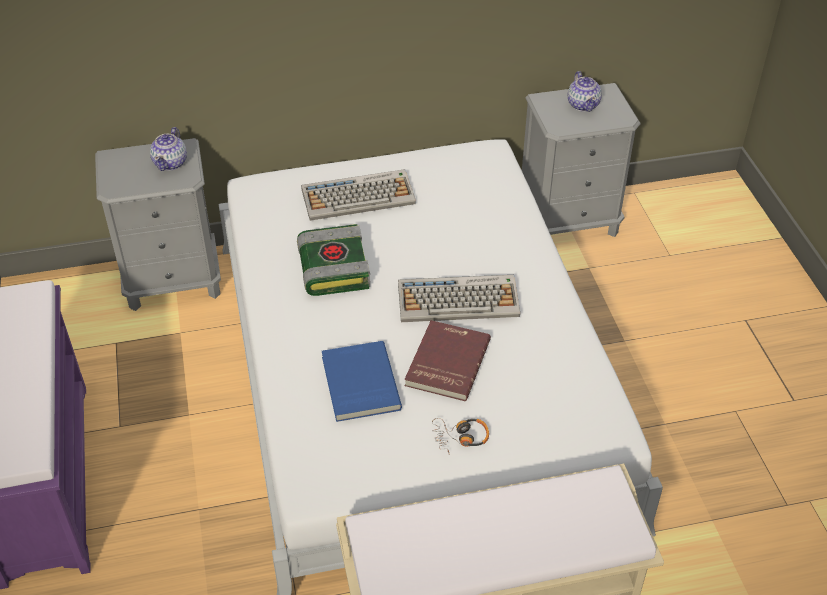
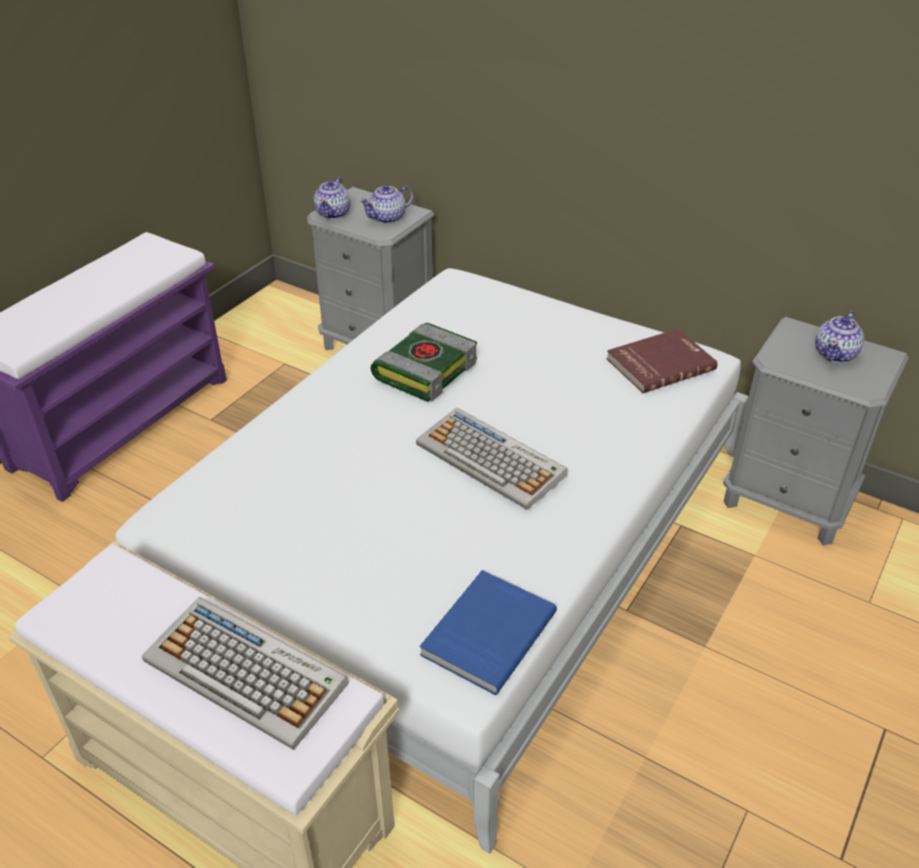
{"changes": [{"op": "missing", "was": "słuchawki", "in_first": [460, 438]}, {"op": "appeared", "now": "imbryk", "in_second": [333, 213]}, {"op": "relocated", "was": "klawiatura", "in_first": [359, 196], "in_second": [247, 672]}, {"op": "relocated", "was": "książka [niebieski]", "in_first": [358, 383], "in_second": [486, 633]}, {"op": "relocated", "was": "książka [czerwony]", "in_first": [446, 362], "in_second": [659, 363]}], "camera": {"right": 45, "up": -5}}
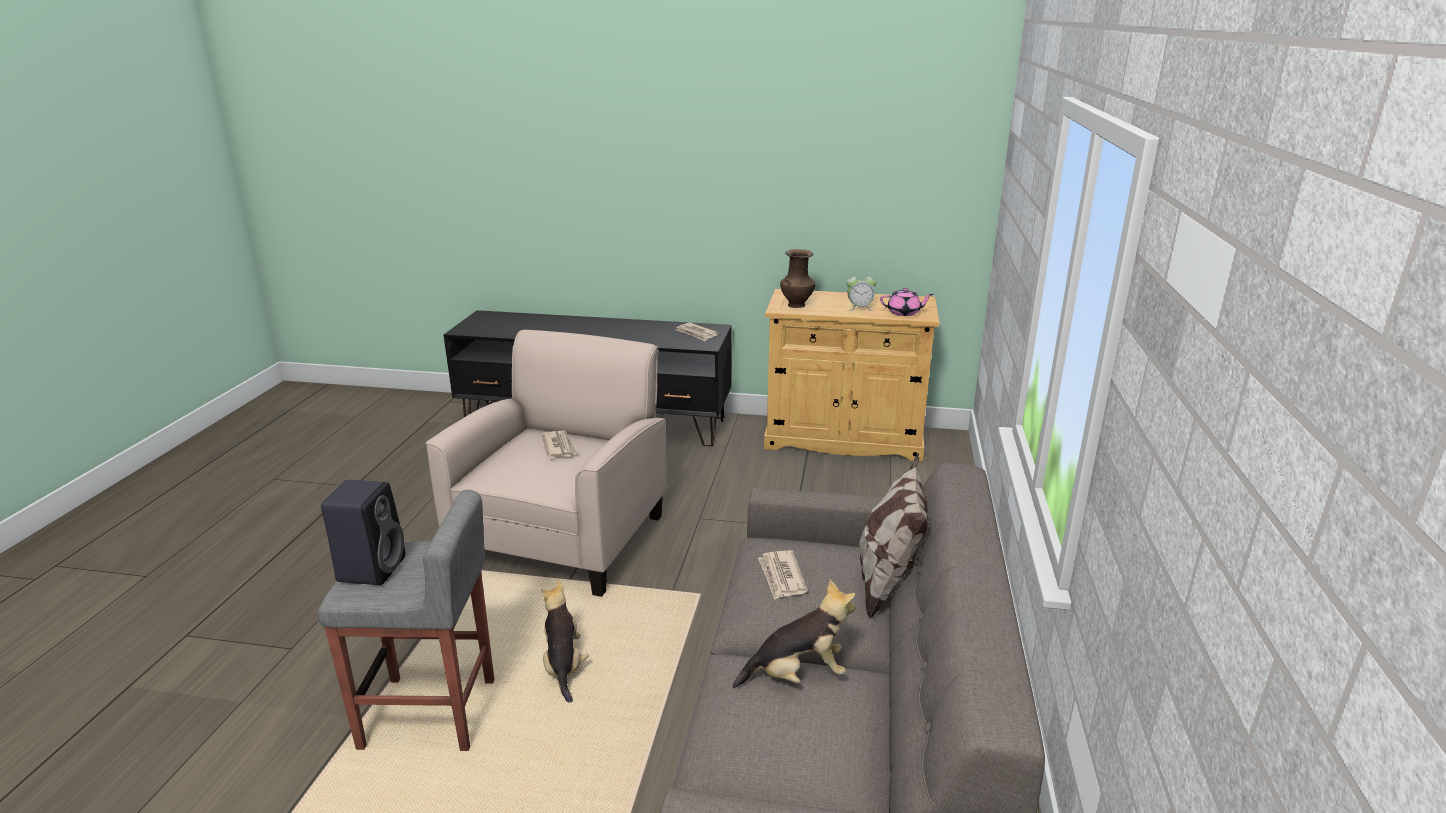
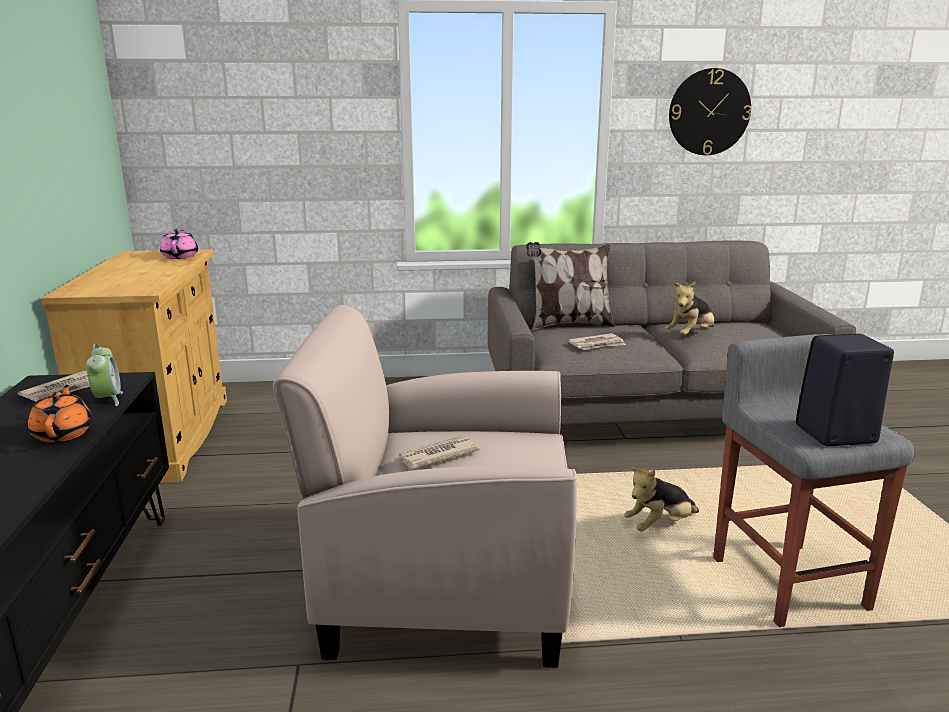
{"changes": [{"op": "missing", "was": "wazon [brązowy]", "in_first": [797, 305]}, {"op": "appeared", "now": "imbryk [pomarańczowy]", "in_second": [63, 433]}, {"op": "appeared", "now": "zegar ścienny", "in_second": [709, 112]}, {"op": "relocated", "was": "budzik", "in_first": [859, 308], "in_second": [108, 399]}, {"op": "spun", "was": "pluszak", "in_first": [798, 675], "in_second": [690, 335], "clockwise": -105}], "camera": {"right": -105, "up": -5}}
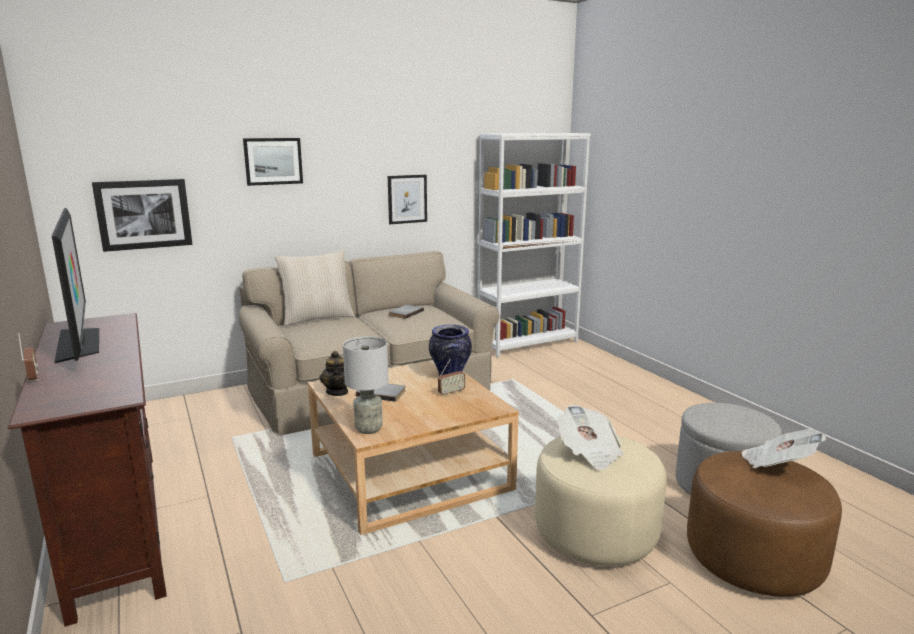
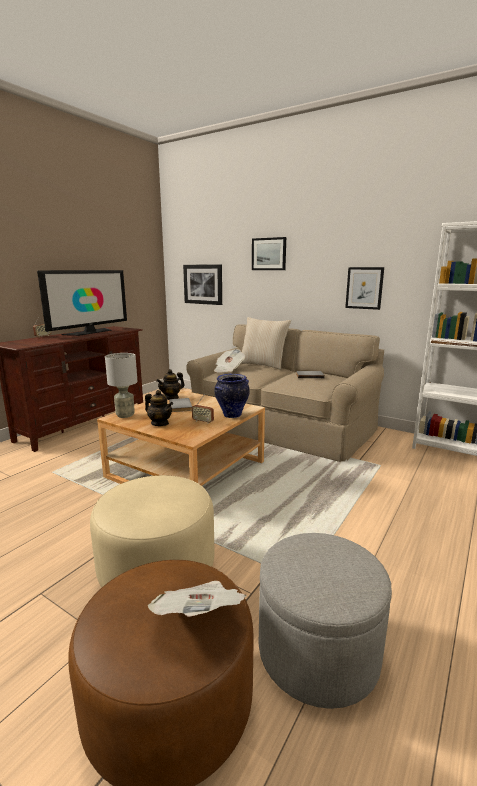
{"changes": [{"op": "appeared", "now": "imbryk", "in_second": [160, 423]}, {"op": "relocated", "was": "gazeta", "in_first": [589, 453], "in_second": [228, 369]}], "camera": {"right": 60, "up": 0}}
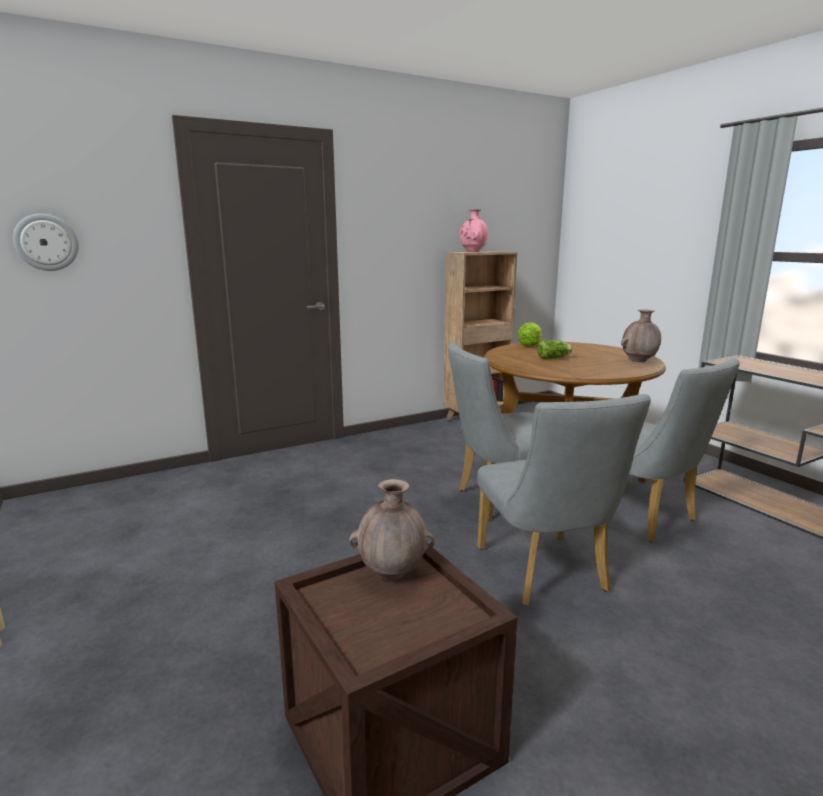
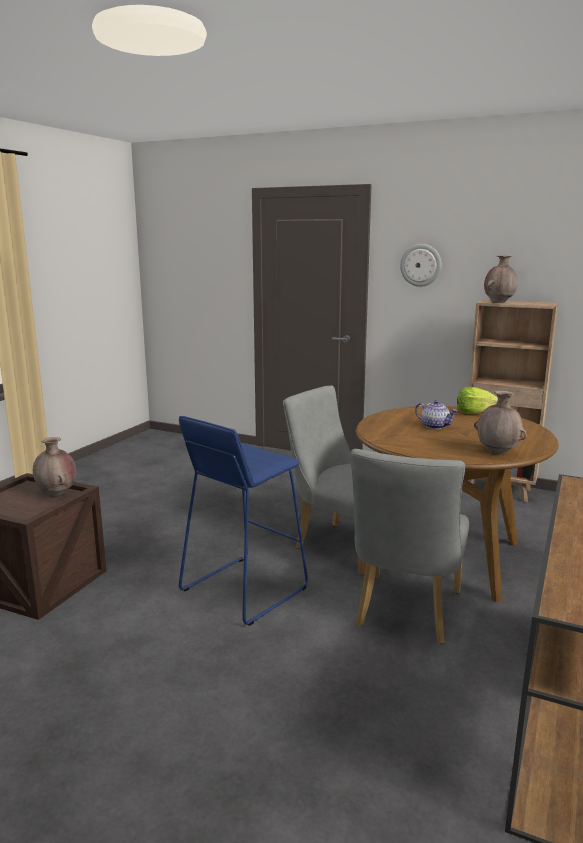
{"changes": [{"op": "relocated", "was": "zegar ścienny", "in_first": [46, 242], "in_second": [420, 265]}, {"op": "exchanged", "was": "krzesło [szary]", "now": "stołek [niebieski]", "in_first": [546, 574], "in_second": [243, 589]}, {"op": "exchanged", "was": "sałata", "now": "imbryk", "in_first": [554, 358], "in_second": [434, 426]}, {"op": "colour", "was": "wazon [różowy]", "now": "wazon [brązowy]", "in_first": [473, 252], "in_second": [499, 302]}], "camera": {"right": 55, "up": 0}}
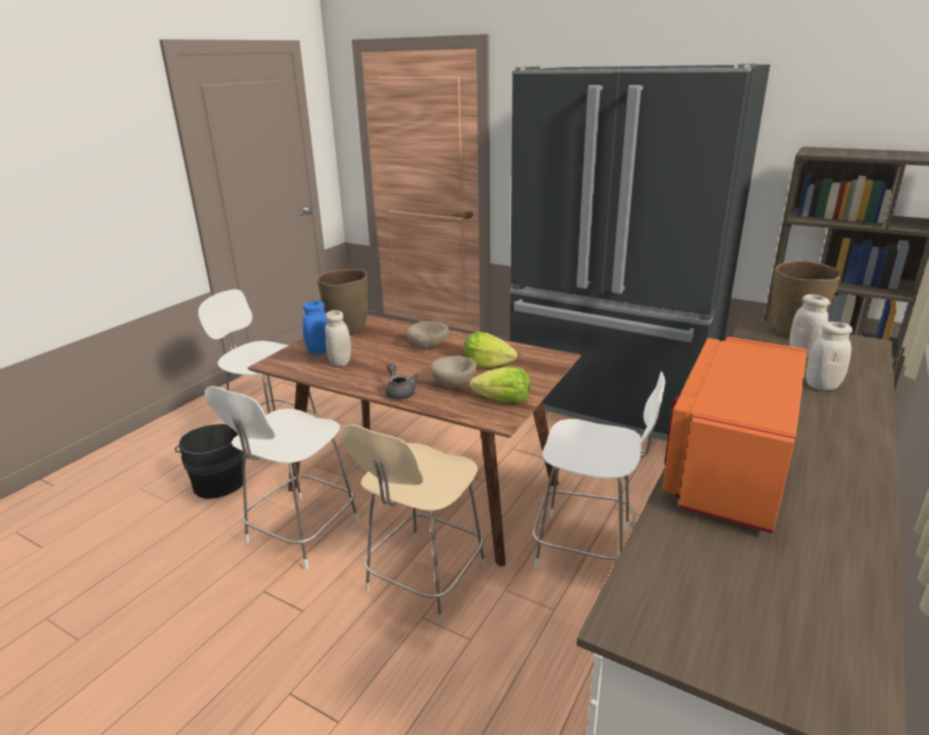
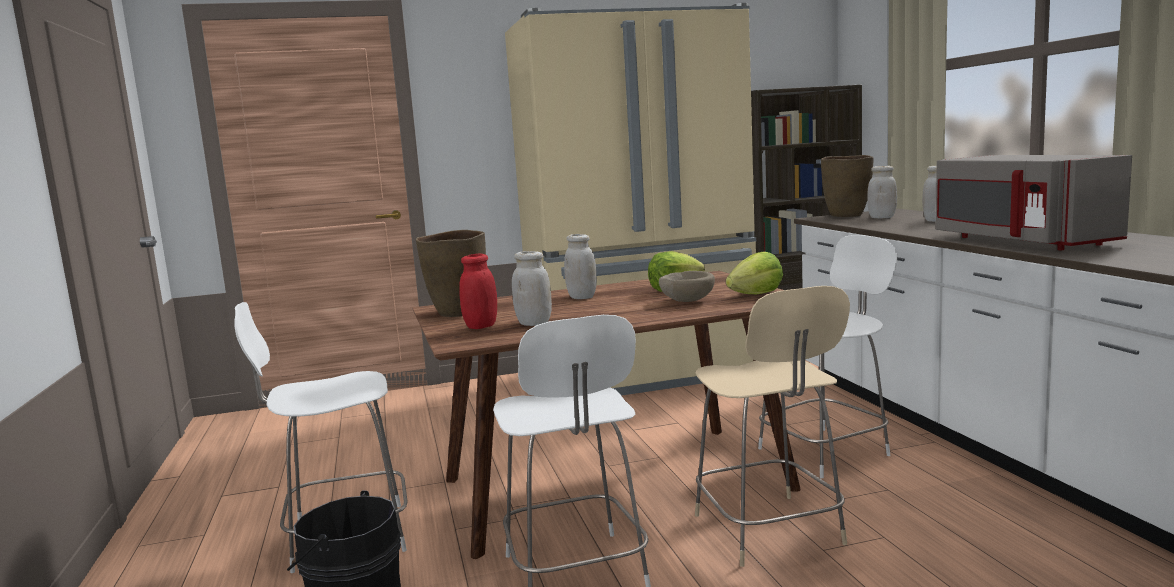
{"changes": [{"op": "missing", "was": "imbryk [szary]", "in_first": [399, 392]}, {"op": "exchanged", "was": "miska [beżowy]", "now": "słoik [biały]", "in_first": [428, 345], "in_second": [582, 297]}, {"op": "colour", "was": "słoik [niebieski]", "now": "słoik [czerwony]", "in_first": [319, 351], "in_second": [481, 326]}, {"op": "colour", "was": "lodówka [czarny]", "now": "lodówka [beżowy]", "in_first": [611, 403], "in_second": [644, 376]}, {"op": "colour", "was": "mikrofalówka [pomarańczowy]", "now": "mikrofalówka [szary]", "in_first": [727, 466], "in_second": [1018, 241]}], "camera": {"right": -45, "up": -15}}
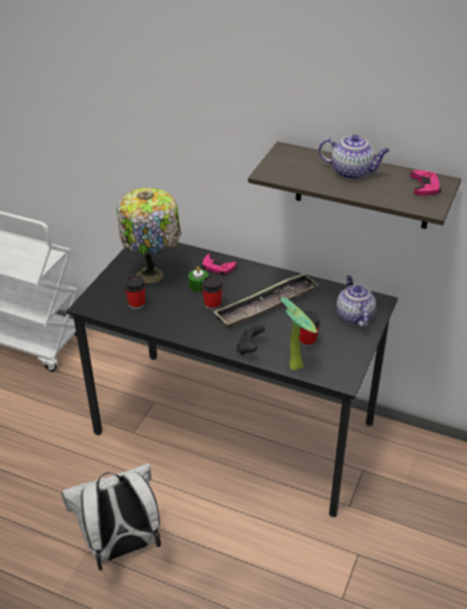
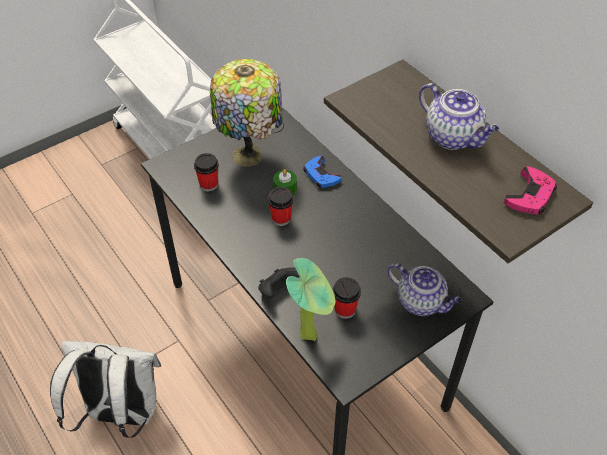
{"changes": [{"op": "missing", "was": "taca", "in_first": [266, 305]}, {"op": "colour", "was": "pad do gier [różowy]", "now": "pad do gier [niebieski]", "in_first": [218, 267], "in_second": [321, 175]}, {"op": "spun", "was": "imbryk", "in_first": [353, 316], "in_second": [421, 302], "clockwise": 105}], "camera": {"right": 30, "up": 10}}
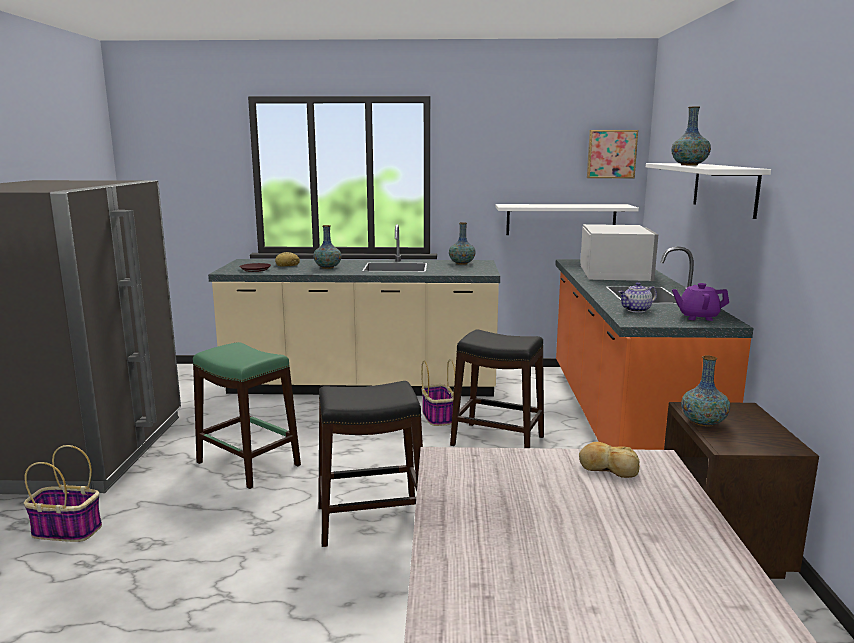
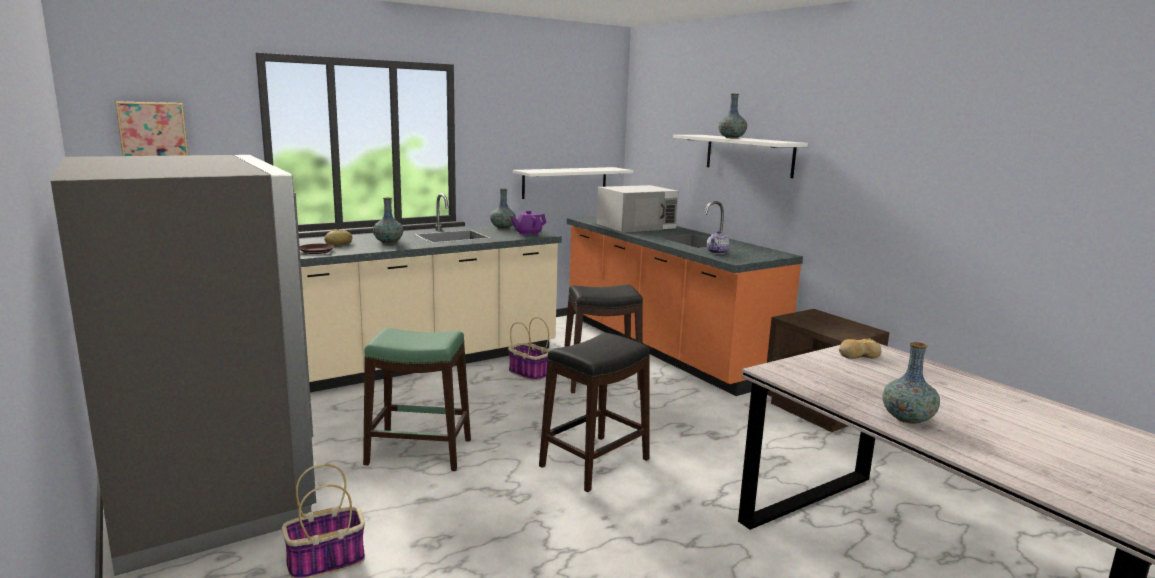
{"changes": [{"op": "relocated", "was": "obraz", "in_first": [611, 154], "in_second": [153, 131]}, {"op": "relocated", "was": "imbryk [fioletowy]", "in_first": [697, 317], "in_second": [528, 234]}, {"op": "relocated", "was": "wazon", "in_first": [703, 422], "in_second": [907, 419]}, {"op": "spun", "was": "mikrofalówka [biały]", "in_first": [614, 272], "in_second": [636, 226], "clockwise": 90}], "camera": {"right": -35, "up": 0}}
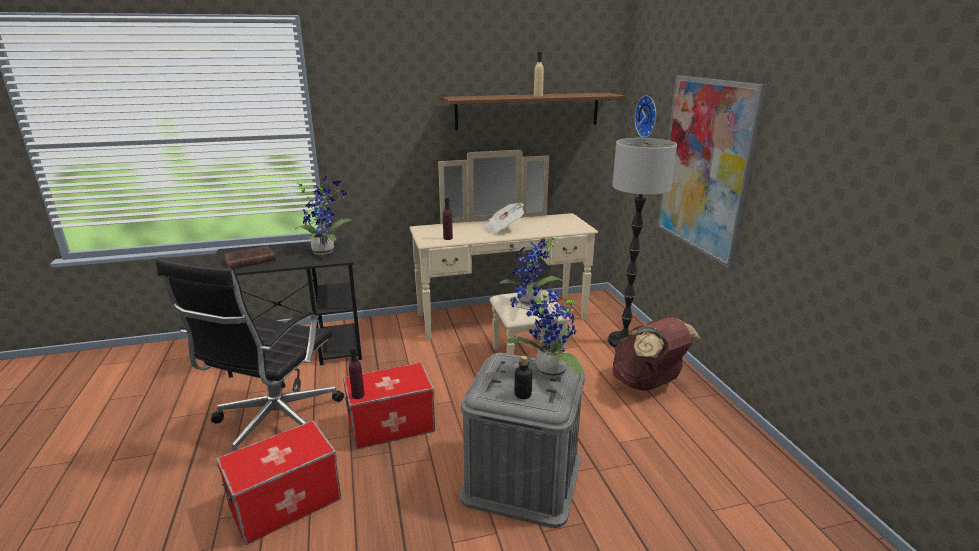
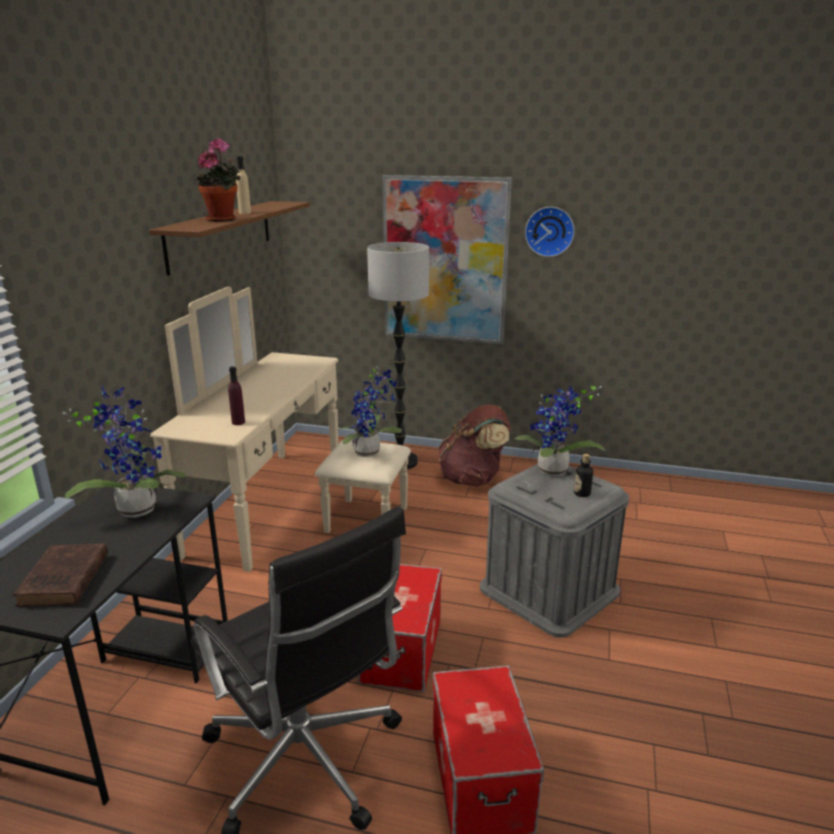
{"changes": [{"op": "missing", "was": "butelka [fioletowy]", "in_first": [358, 395]}, {"op": "missing", "was": "gazeta", "in_first": [502, 229]}, {"op": "appeared", "now": "roślina doniczkowa", "in_second": [223, 219]}, {"op": "relocated", "was": "zegar ścienny", "in_first": [648, 116], "in_second": [549, 231]}], "camera": {"right": -60, "up": 0}}
